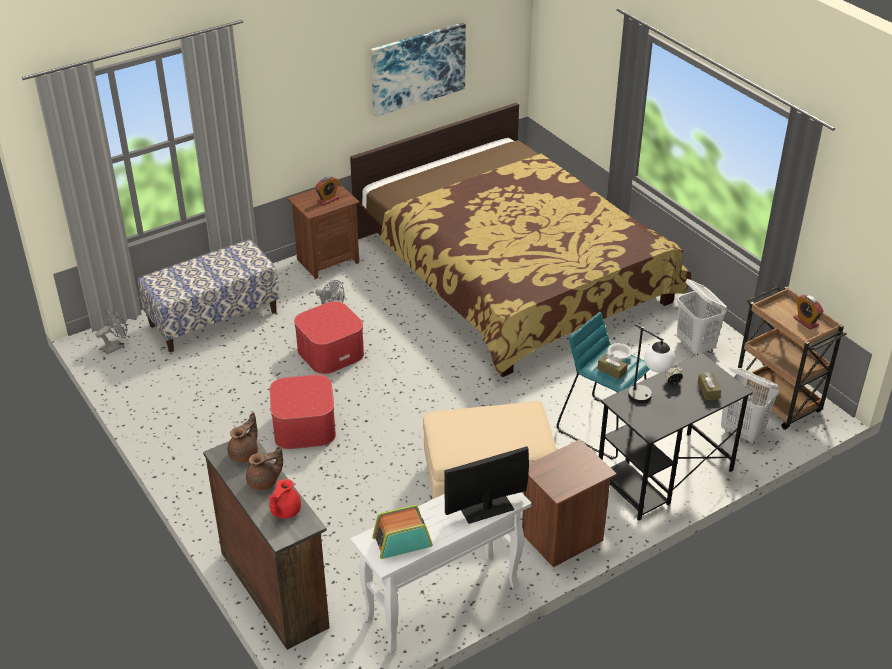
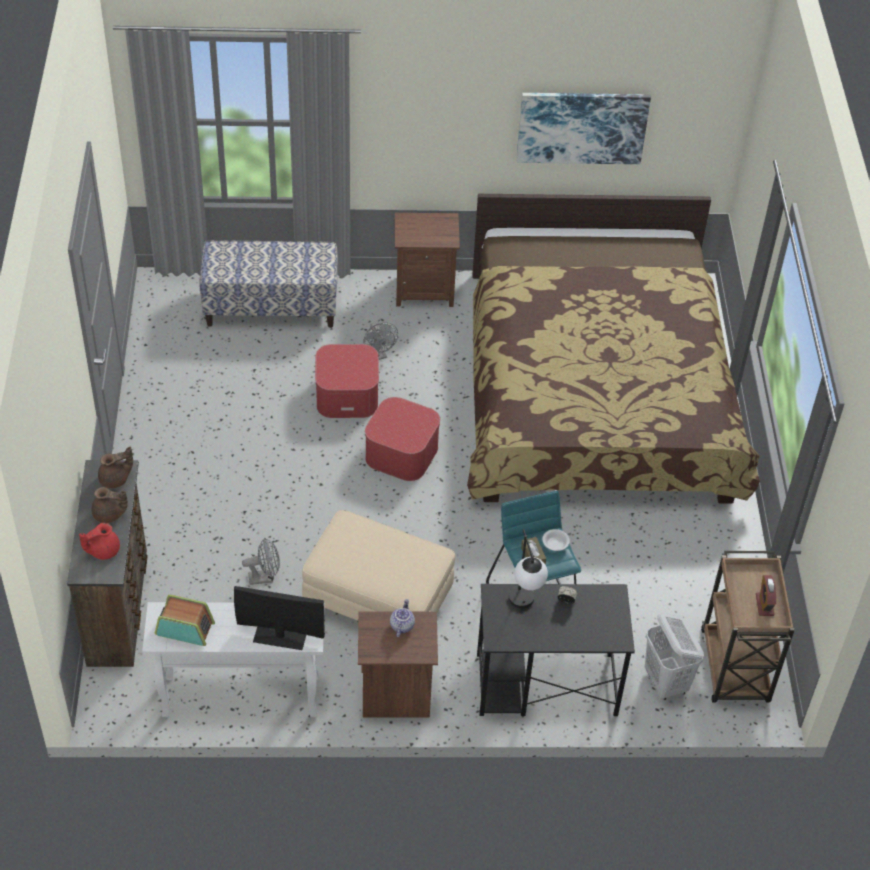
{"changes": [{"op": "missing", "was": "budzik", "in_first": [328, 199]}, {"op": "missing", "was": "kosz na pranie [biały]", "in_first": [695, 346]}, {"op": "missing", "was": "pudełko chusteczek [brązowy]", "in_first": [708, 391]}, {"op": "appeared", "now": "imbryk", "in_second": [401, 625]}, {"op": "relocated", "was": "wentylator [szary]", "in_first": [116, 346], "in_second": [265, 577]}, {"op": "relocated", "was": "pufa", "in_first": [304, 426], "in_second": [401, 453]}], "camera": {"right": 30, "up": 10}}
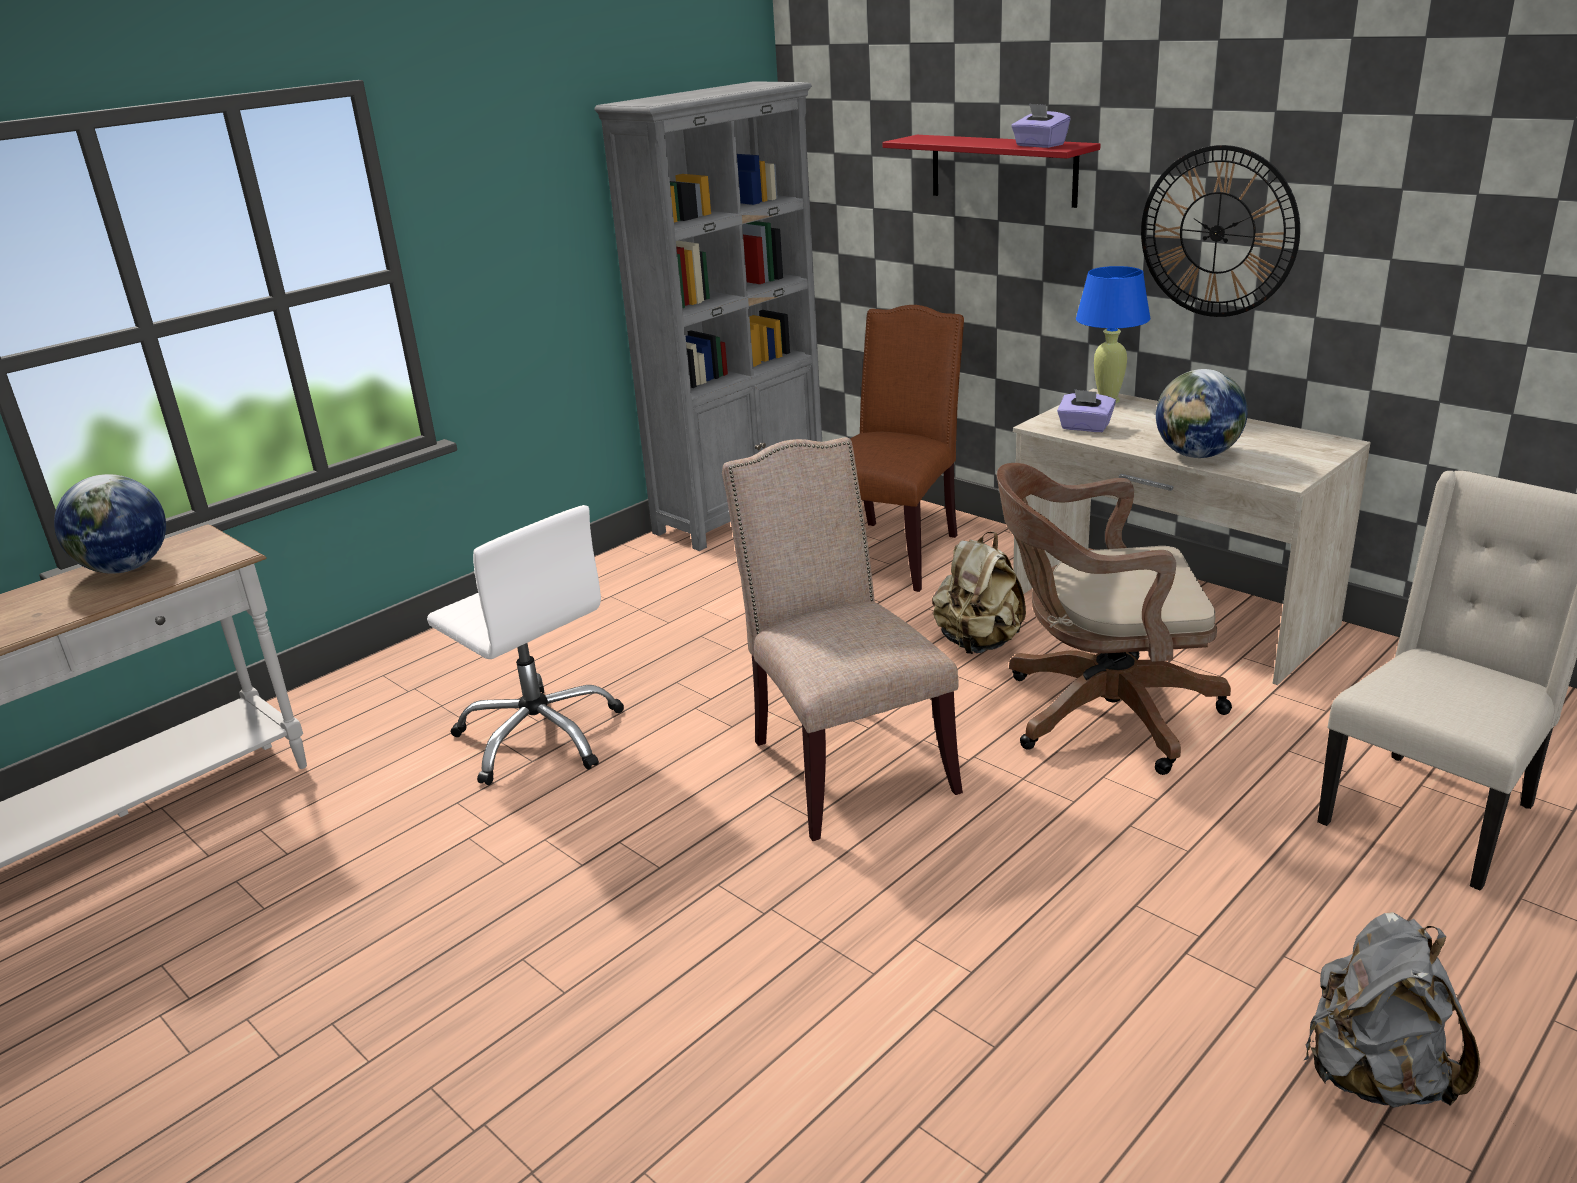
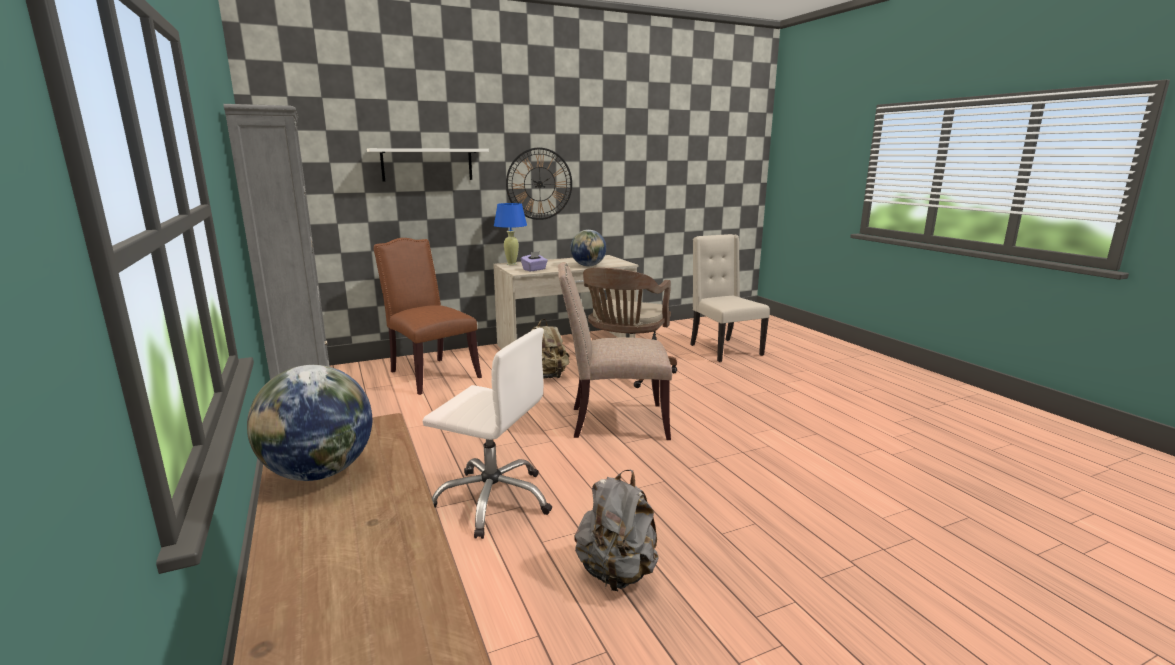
{"changes": [{"op": "missing", "was": "pudełko chusteczek [fioletowy]", "in_first": [1039, 145]}, {"op": "relocated", "was": "plecak [szary]", "in_first": [1375, 1075], "in_second": [617, 573]}, {"op": "colour", "was": "półka [czerwony]", "now": "półka [biały]", "in_first": [1003, 170], "in_second": [427, 164]}, {"op": "spun", "was": "krzesło biurowe [biały]", "in_first": [540, 736], "in_second": [493, 500], "clockwise": 45}], "camera": {"right": -70, "up": -10}}
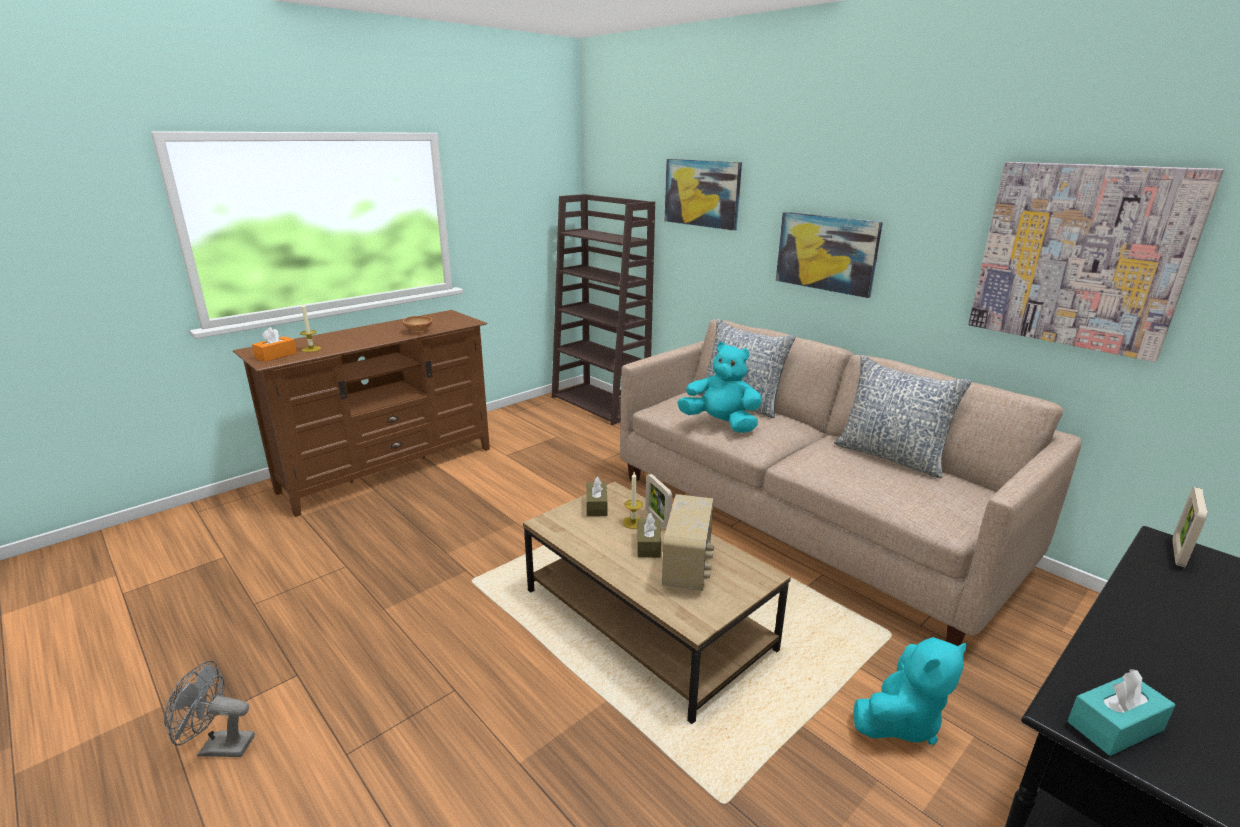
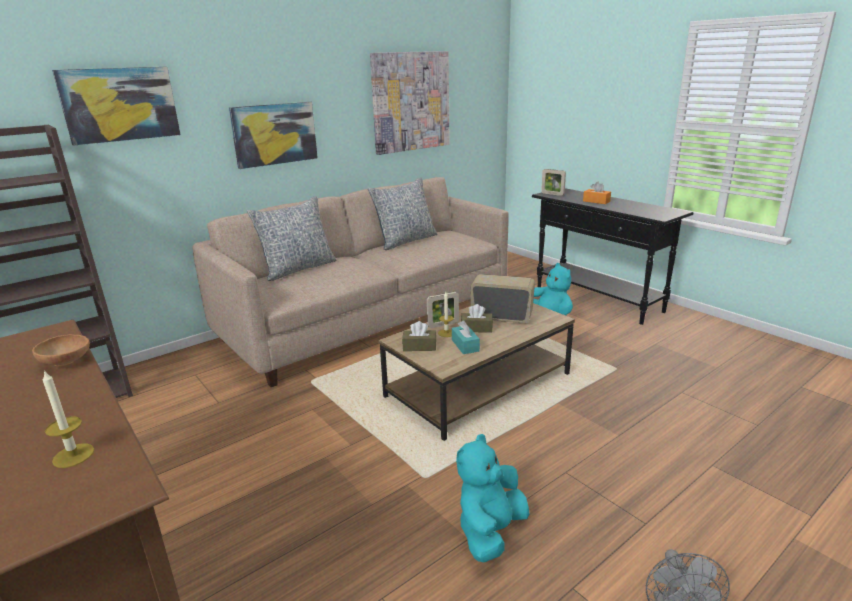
{"changes": [{"op": "relocated", "was": "pudełko chusteczek [pomarańczowy]", "in_first": [276, 355], "in_second": [596, 201]}, {"op": "relocated", "was": "pluszak [turkusowy]", "in_first": [720, 424], "in_second": [490, 531]}, {"op": "relocated", "was": "pudełko chusteczek [turkusowy]", "in_first": [1115, 726], "in_second": [465, 345]}], "camera": {"right": -85, "up": 0}}
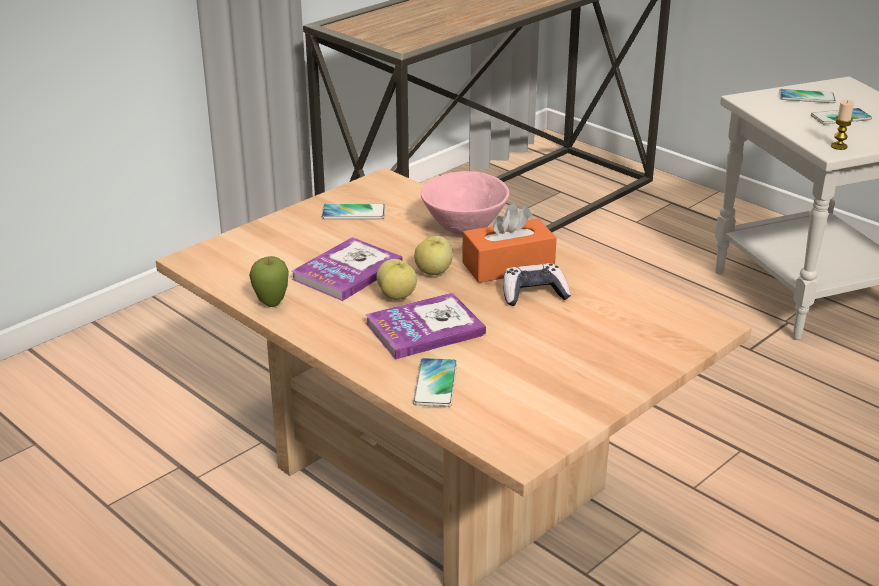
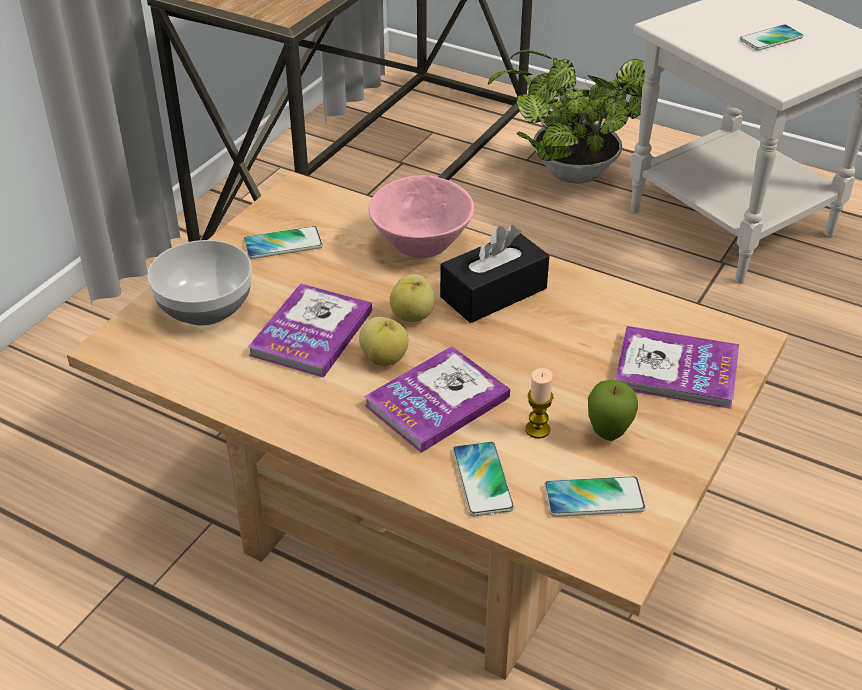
{"changes": [{"op": "missing", "was": "pad do gier", "in_first": [534, 294]}, {"op": "appeared", "now": "miska", "in_second": [207, 307]}, {"op": "appeared", "now": "roślina doniczkowa", "in_second": [567, 172]}, {"op": "appeared", "now": "książka", "in_second": [676, 370]}, {"op": "relocated", "was": "jabłko", "in_first": [271, 304], "in_second": [608, 435]}, {"op": "relocated", "was": "telefon", "in_first": [806, 97], "in_second": [594, 498]}, {"op": "relocated", "was": "świeca", "in_first": [839, 146], "in_second": [537, 429]}, {"op": "colour", "was": "pudełko chusteczek [pomarańczowy]", "now": "pudełko chusteczek [czarny]", "in_first": [508, 266], "in_second": [493, 293]}], "camera": {"right": -15, "up": 10}}
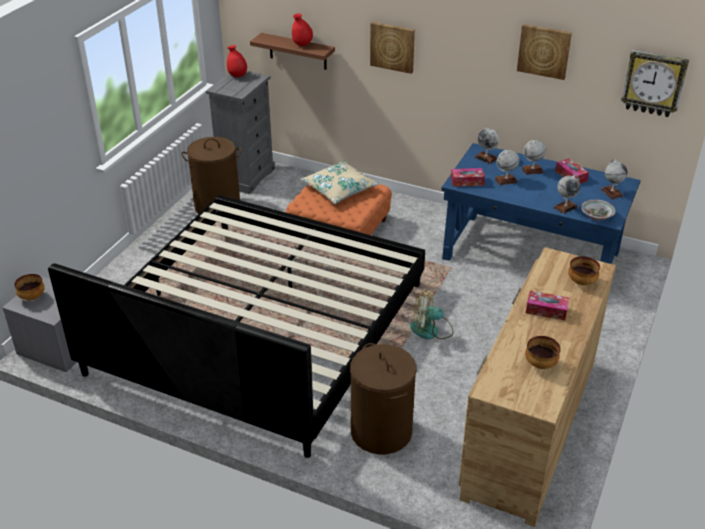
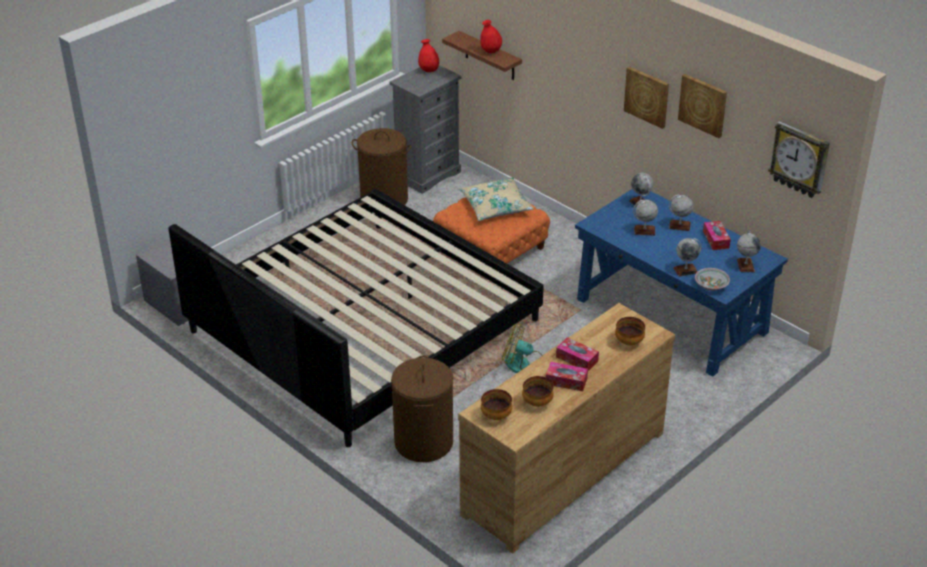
{"changes": [{"op": "relocated", "was": "miska", "in_first": [32, 297], "in_second": [495, 416]}, {"op": "relocated", "was": "obraz", "in_first": [392, 47], "in_second": [647, 96]}, {"op": "relocated", "was": "pudełko chusteczek", "in_first": [467, 181], "in_second": [566, 381]}], "camera": {"right": 20, "up": 0}}
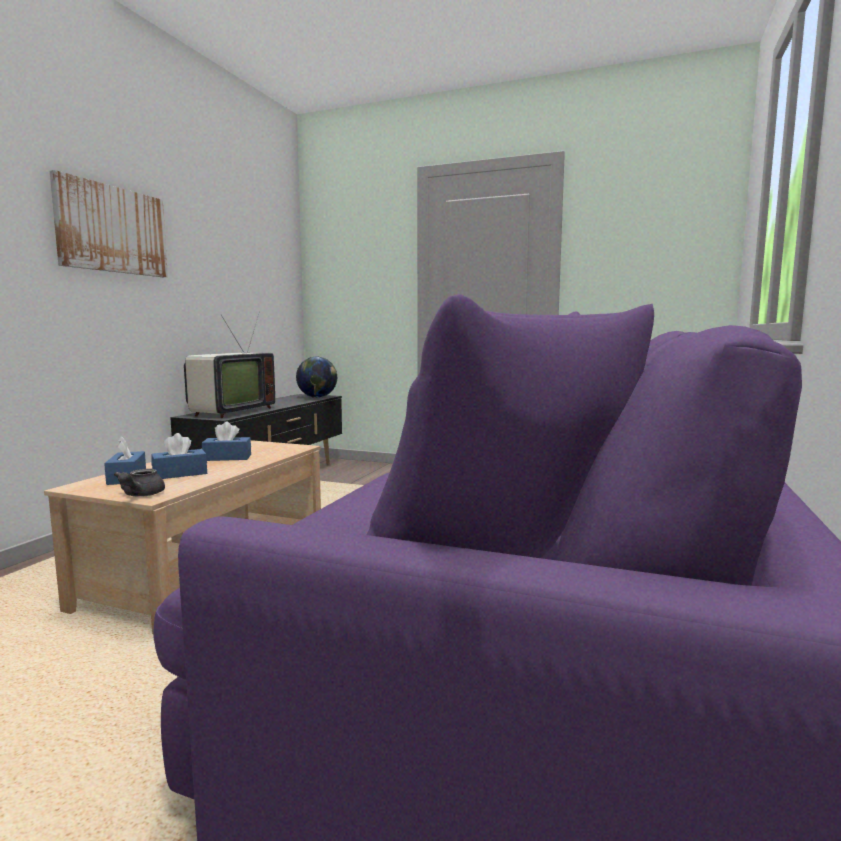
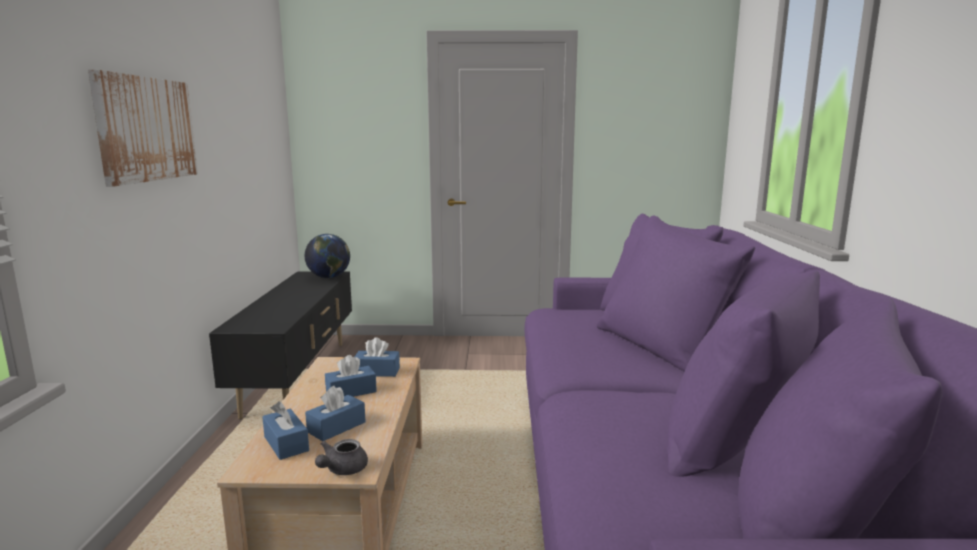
{"changes": [{"op": "missing", "was": "telewizor", "in_first": [230, 412]}, {"op": "appeared", "now": "pudełko chusteczek [niebieski]", "in_second": [377, 372]}, {"op": "spun", "was": "imbryk [szary]", "in_first": [140, 495], "in_second": [342, 470], "clockwise": 45}], "camera": {"right": -20, "up": 5}}
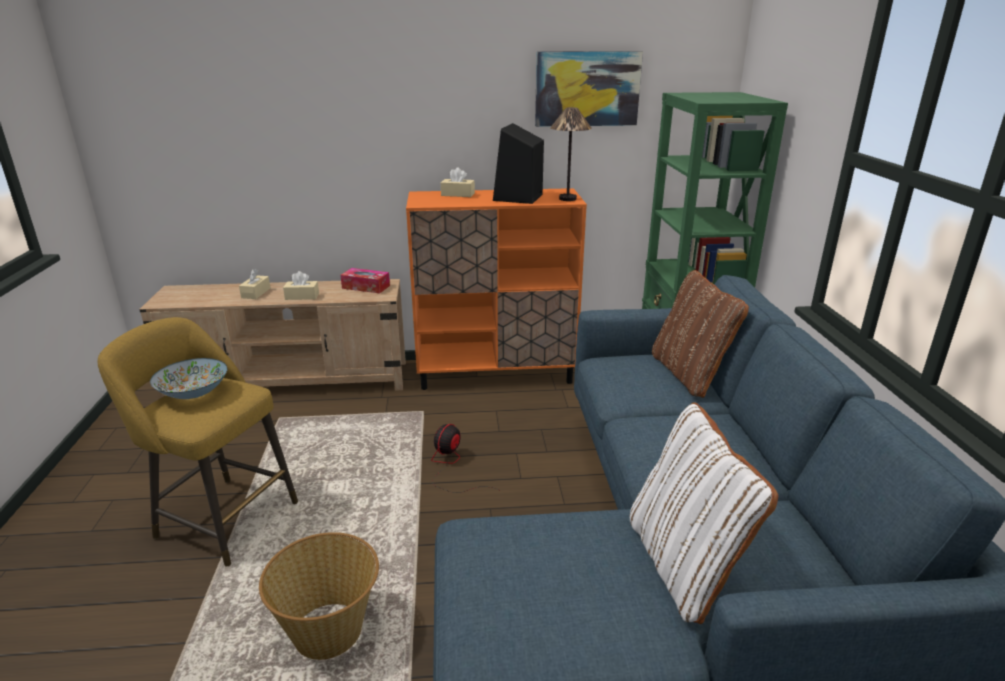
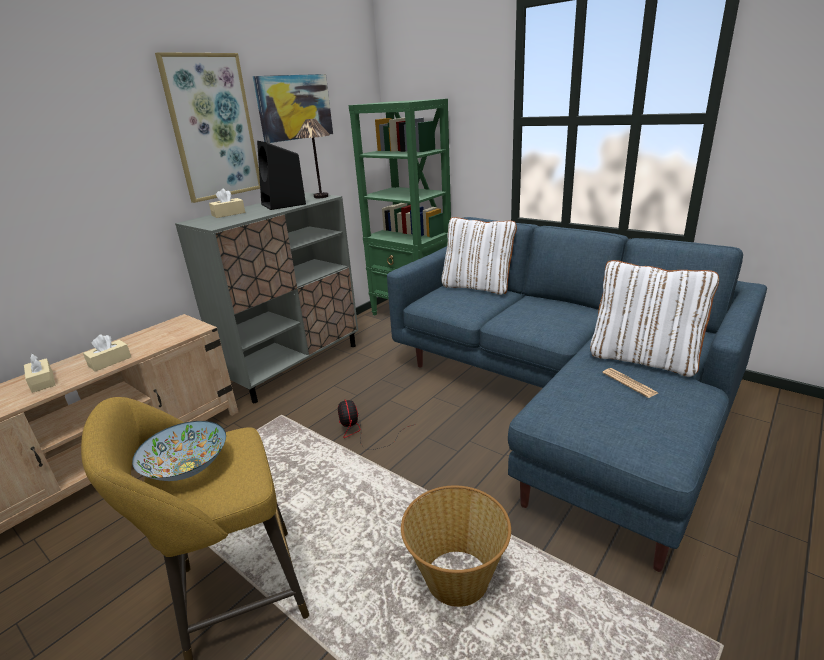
{"changes": [{"op": "missing", "was": "pudełko chusteczek", "in_first": [366, 287]}, {"op": "appeared", "now": "obraz", "in_second": [212, 128]}, {"op": "appeared", "now": "gazeta", "in_second": [629, 383]}, {"op": "colour", "was": "szafka [pomarańczowy]", "now": "szafka [szary]", "in_first": [496, 373], "in_second": [294, 365]}, {"op": "colour", "was": "poduszka [brązowy]", "now": "poduszka [biały]", "in_first": [689, 374], "in_second": [477, 287]}], "camera": {"right": -45, "up": 0}}
